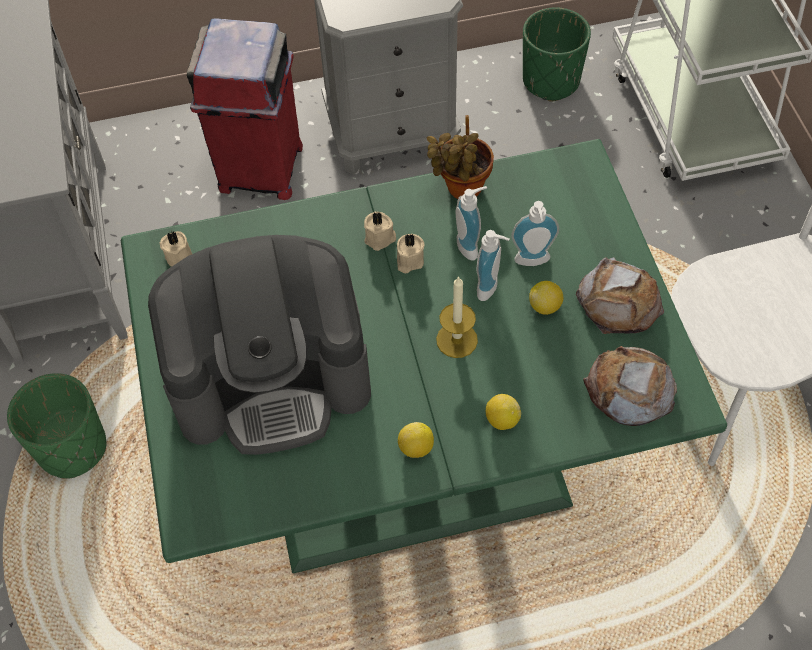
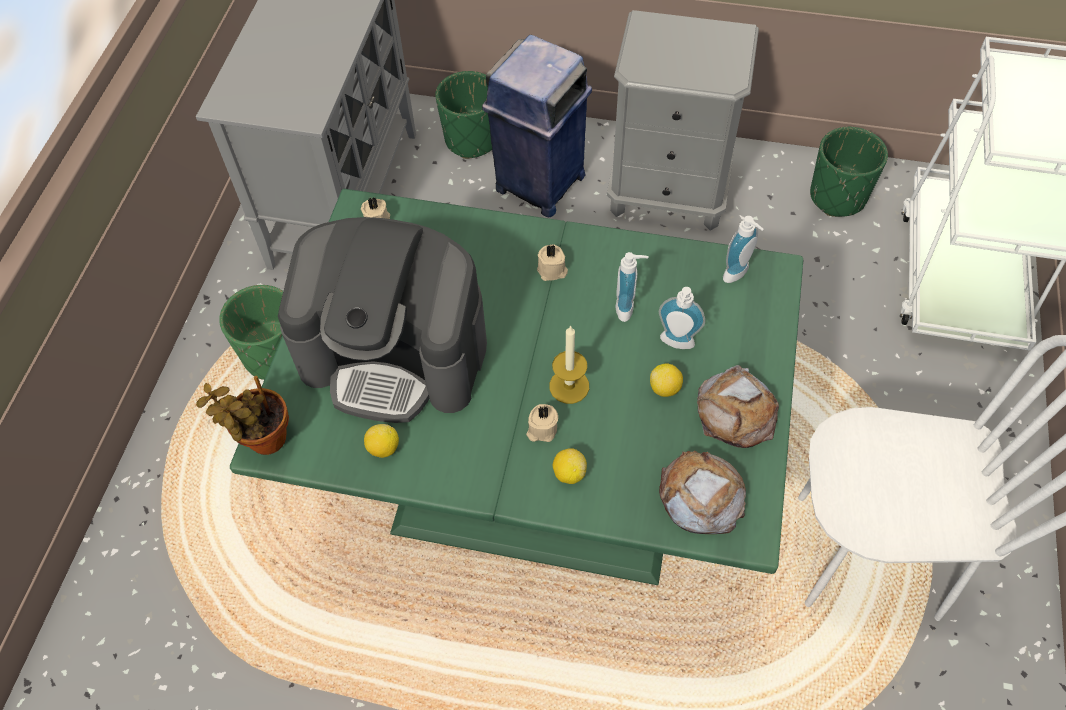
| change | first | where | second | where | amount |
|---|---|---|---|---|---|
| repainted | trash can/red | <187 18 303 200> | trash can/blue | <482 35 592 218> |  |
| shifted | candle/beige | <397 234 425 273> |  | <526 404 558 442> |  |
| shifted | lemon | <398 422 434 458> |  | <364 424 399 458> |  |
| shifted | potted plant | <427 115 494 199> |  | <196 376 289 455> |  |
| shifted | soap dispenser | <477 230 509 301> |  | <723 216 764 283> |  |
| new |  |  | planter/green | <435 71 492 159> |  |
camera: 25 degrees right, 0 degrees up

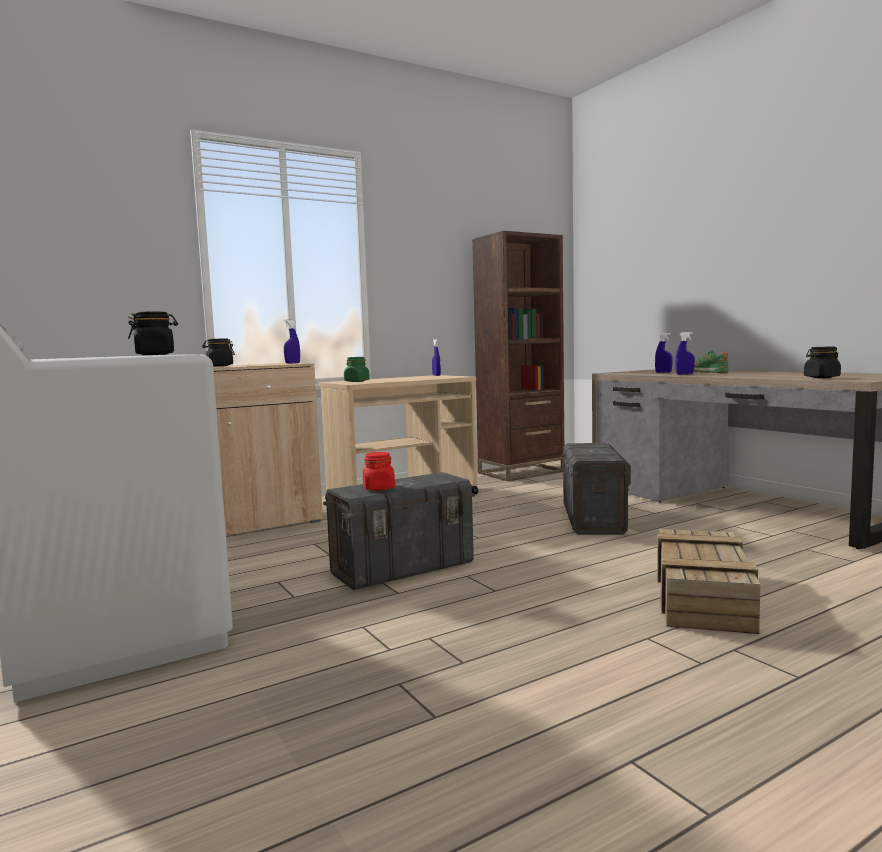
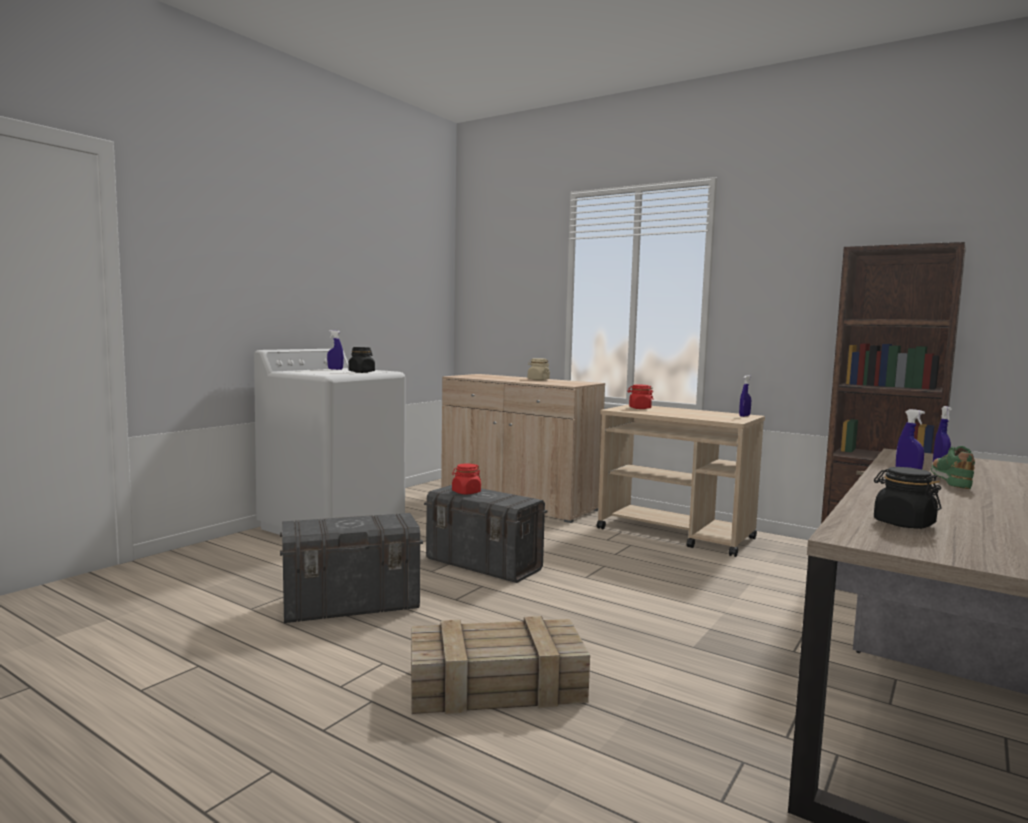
| change | first | where | second | where | amount |
|---|---|---|---|---|---|
| repainted | jar/black | <202 338 235 366> | jar/beige | <528 358 550 380> |  |
| shifted | spray bottle/blue | <284 320 300 364> |  | <327 330 344 370> |  |
| repainted | jar/green | <344 357 370 382> | jar/red | <627 384 654 409> |  |
| shifted | storage box/grey | <561 443 631 535> |  | <280 513 423 623> |  |
camera: 65 degrees right, 0 degrees up

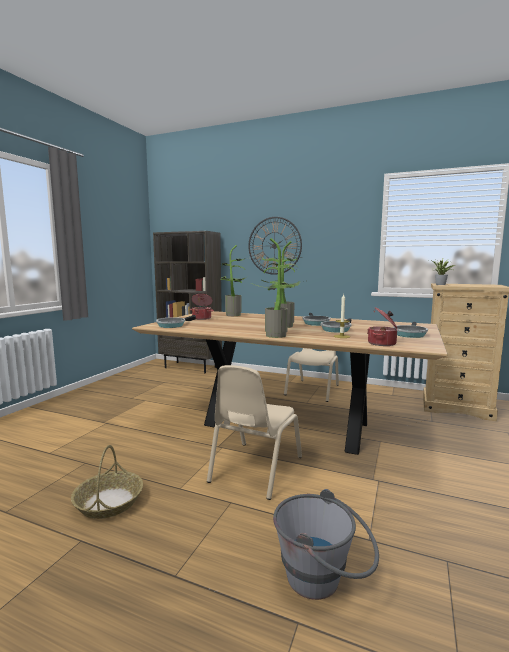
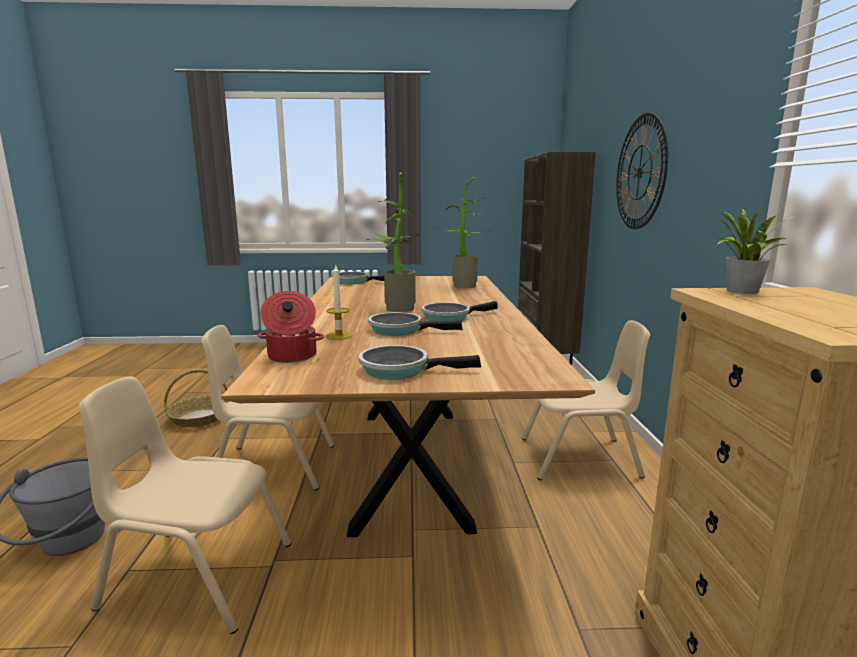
| change | first | where | second | where | amount |
|---|---|---|---|---|---|
| gone | cooking pot | <190 294 214 320> |  |  |  |
| gone | potted plant | <251 238 301 338> |  |  |  |
| new |  |  | chair/beige | <79 377 291 634> |  |
camera: 65 degrees right, 5 degrees up

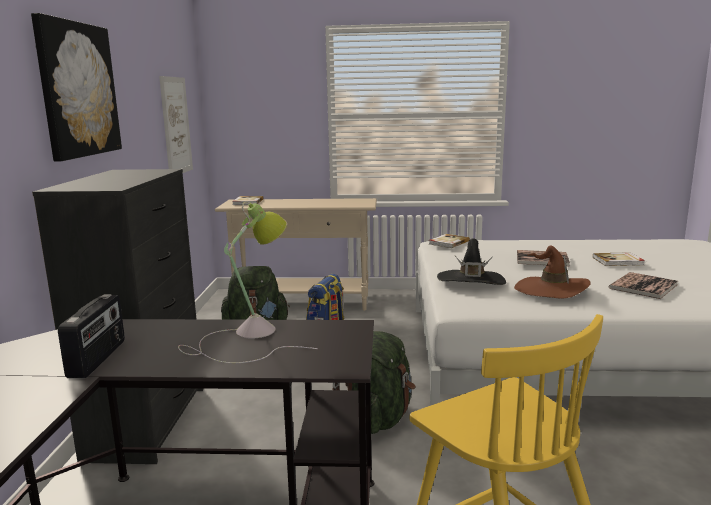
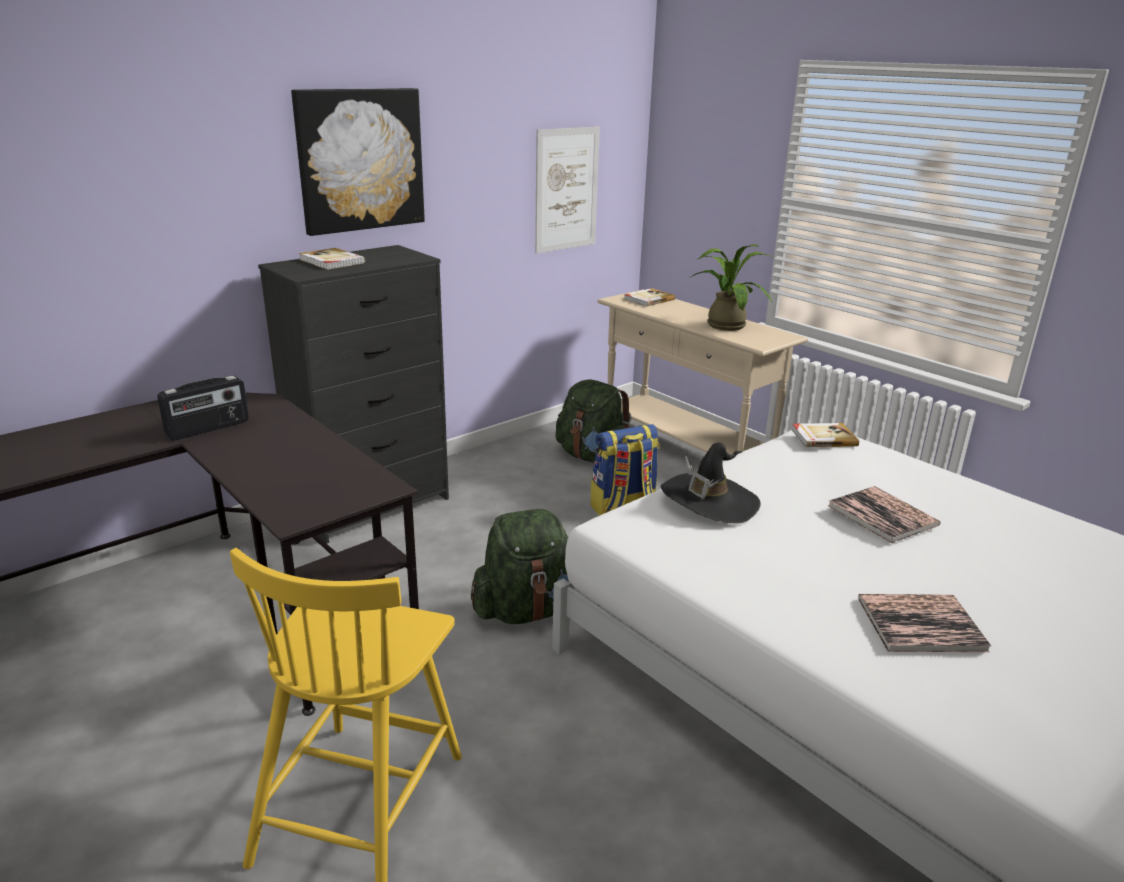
| change | first | where | second | where | amount |
|---|---|---|---|---|---|
| gone | table lamp | <178 201 318 363> |  |  |  |
| gone | hat/brown | <514 245 591 299> |  |  |  |
| shifted | book | <593 252 645 266> |  | <299 248 365 270> |  |
| new |  |  | potted plant | <689 244 775 331> |  |
camera: 45 degrees right, 10 degrees up

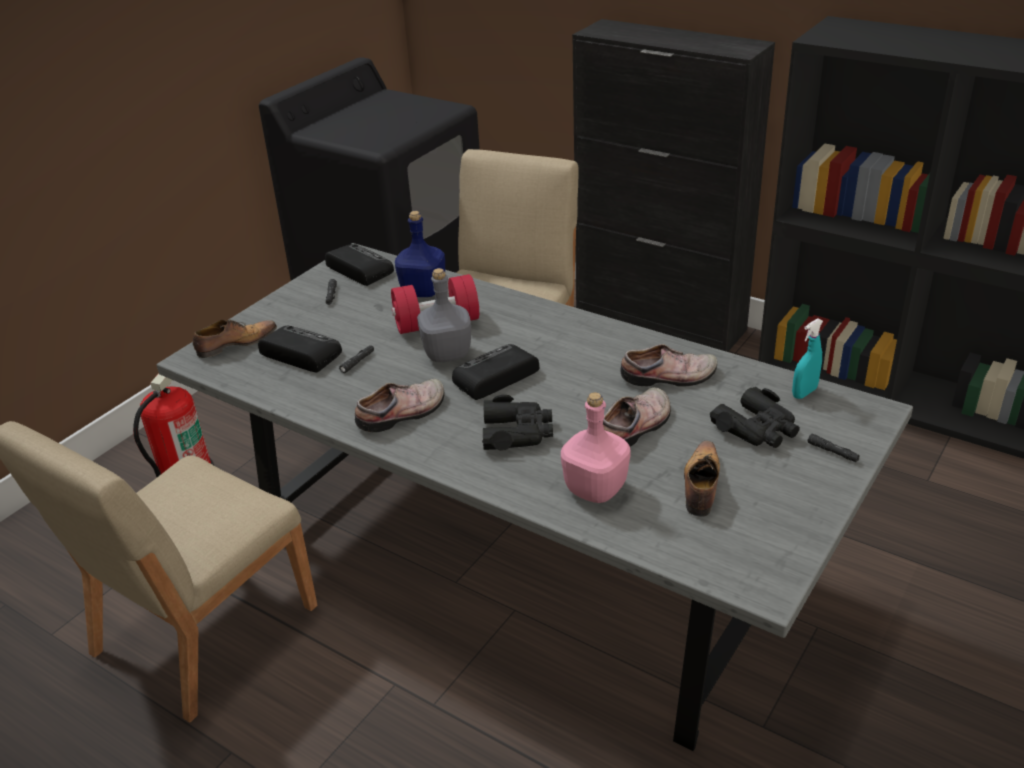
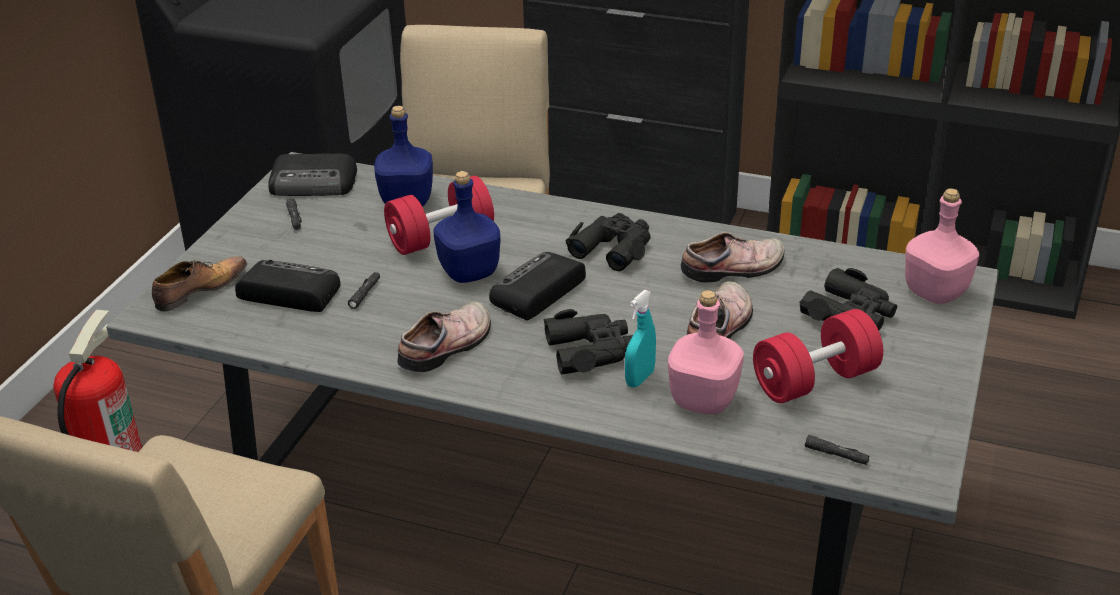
| change | first | where | second | where | amount |
|---|---|---|---|---|---|
| rotated | radio | <325 244 394 286> |  | <268 154 357 196> | 150 degrees clockwise |
| repainted | bottle/grey | <417 268 471 362> | bottle/blue | <433 171 501 283> |  |
| swapped | shoe | <684 441 720 517> | dumbbell/red | <753 309 883 403> |  |
| shifted | spray bottle/turquoise | <792 318 823 399> |  | <625 290 656 388> |  |
| shifted | flashlight/black | <807 434 860 462> |  | <805 435 870 465> |  |
| new |  |  | binoculars/black | <565 213 651 271> |  |
| new |  |  | bottle/pink | <905 188 979 304> |  |
camera: 15 degrees left, 0 degrees up

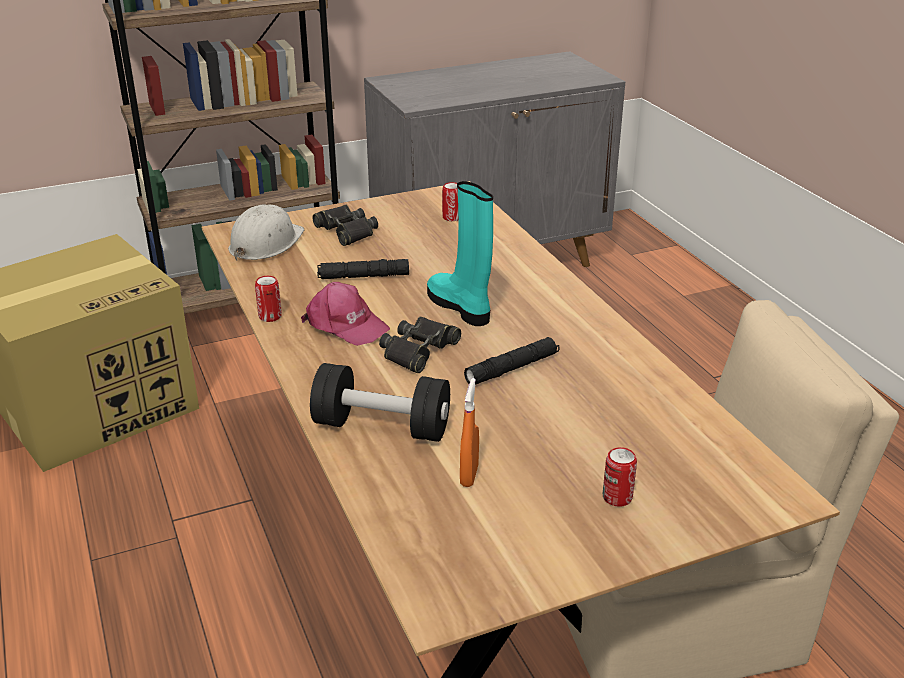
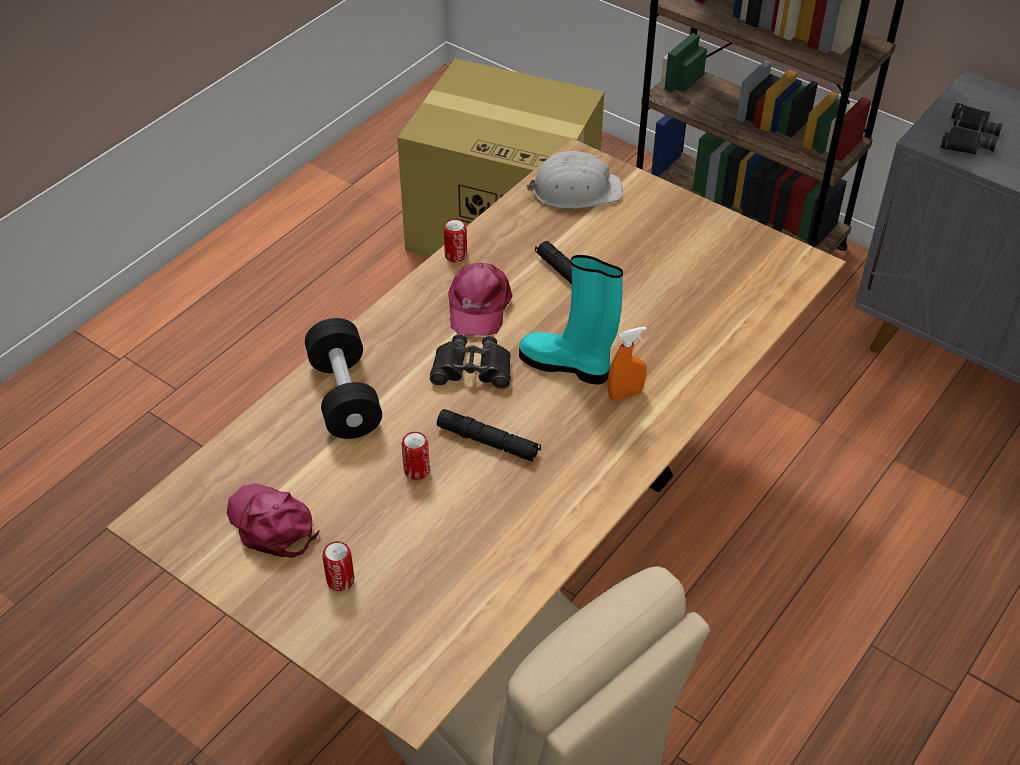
| change | first | where | second | where | amount |
|---|---|---|---|---|---|
| shifted | binoculars/black | <312 205 378 246> |  | <940 103 1003 155> |  |
| rotated | boot/turquoise | <427 181 493 326> |  | <519 255 623 385> | 90 degrees counterclockwise |
| shifted | can | <442 182 458 221> |  | <402 432 430 480> |  |
| shifted | spray bottle/orange | <460 378 479 487> |  | <608 326 647 400> |  |
| new |  |  | cap/pink | <227 483 319 558> |  |
camera: 60 degrees right, 15 degrees up

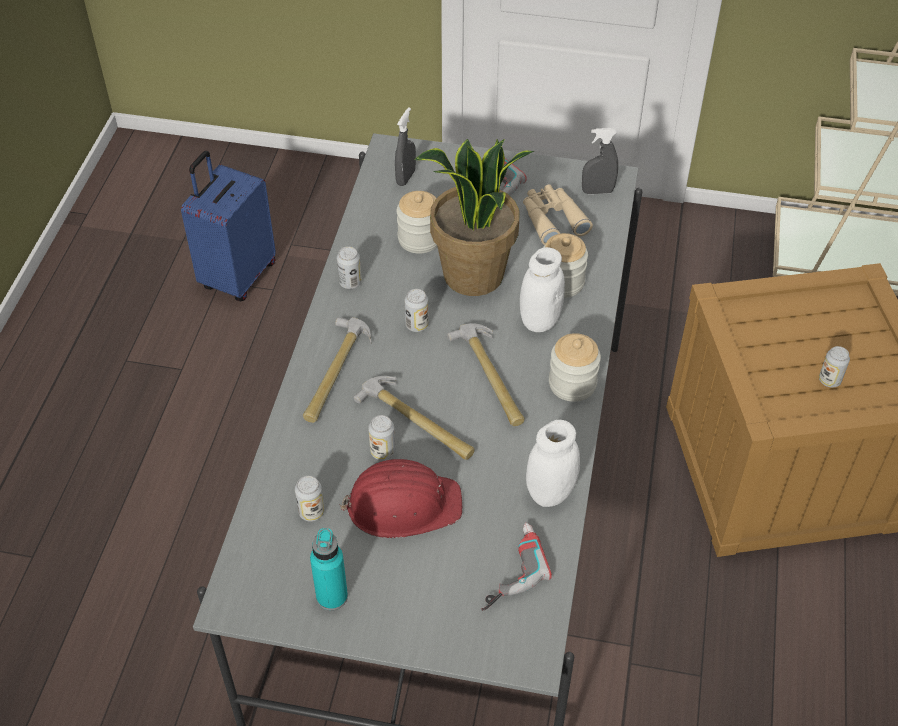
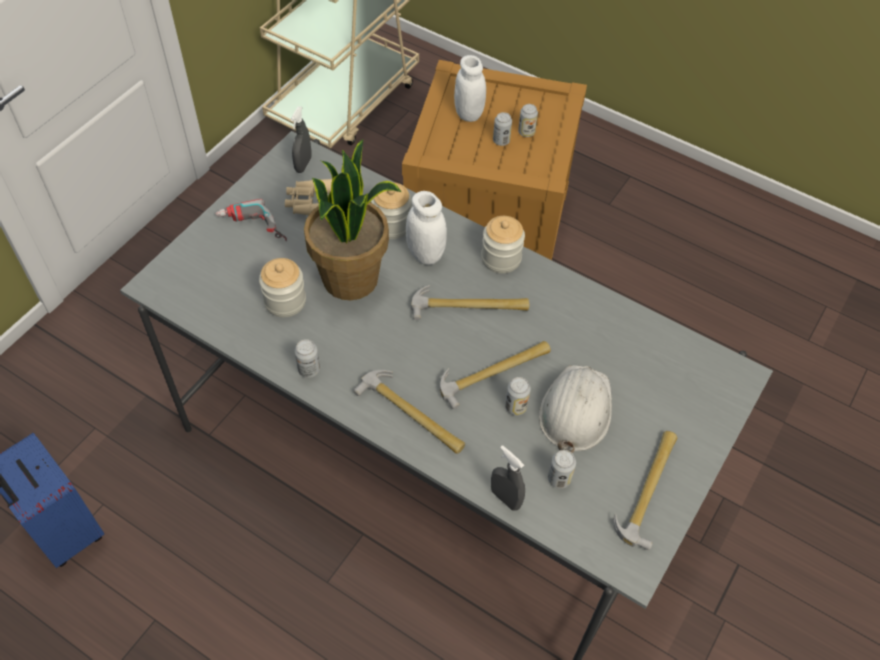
| change | first | where | second | where | amount |
|---|---|---|---|---|---|
| swapped | bottle/turquoise | <310 528 348 610> | hammer | <613 431 677 550> |  |
| repainted | hard hat/red | <339 459 462 538> | hard hat/white | <539 365 612 453> |  |
| shifted | spray bottle/grey | <395 107 416 186> |  | <491 445 525 511> |  |
| shifted | can | <405 289 429 332> |  | <493 112 512 146> |  |
| gone | power drill | <481 523 552 611> |  |  |  |
| shifted | jar/white | <526 420 580 507> |  | <454 55 486 122> |  |
camera: 70 degrees left, 5 degrees up

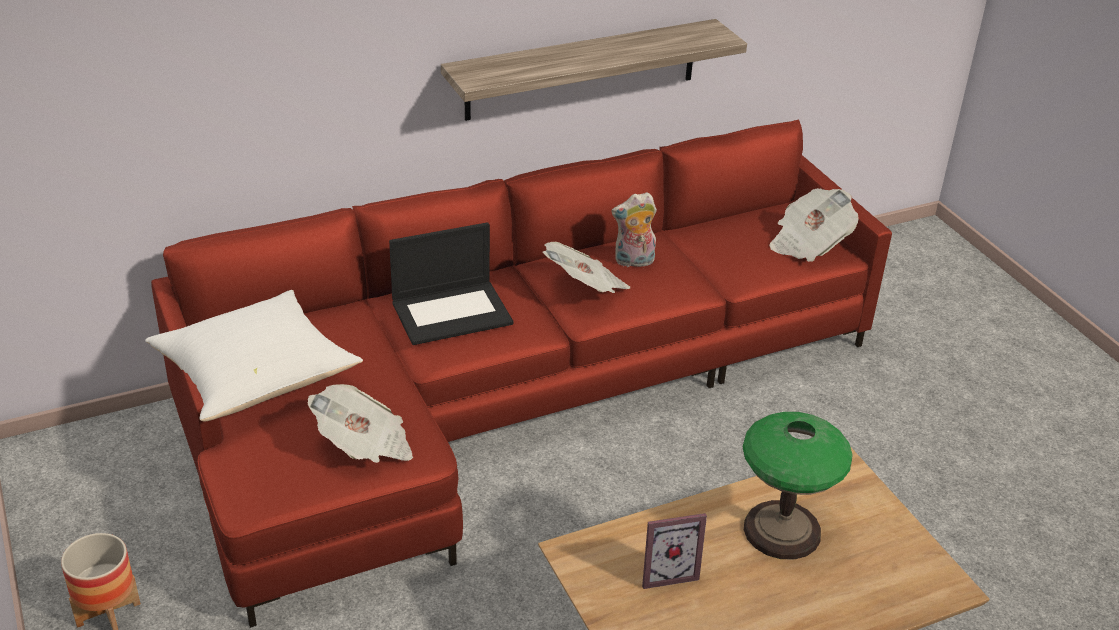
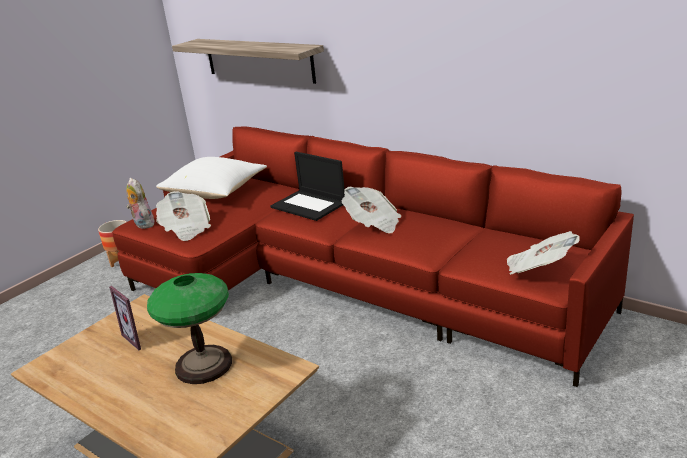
| change | first | where | second | where | amount |
|---|---|---|---|---|---|
| shifted | shelf | <441 19 747 121> |  | <172 39 324 84> |  |
| shifted | plush toy | <611 192 657 267> |  | <126 178 154 229> |  |
camera: 65 degrees right, 10 degrees down

